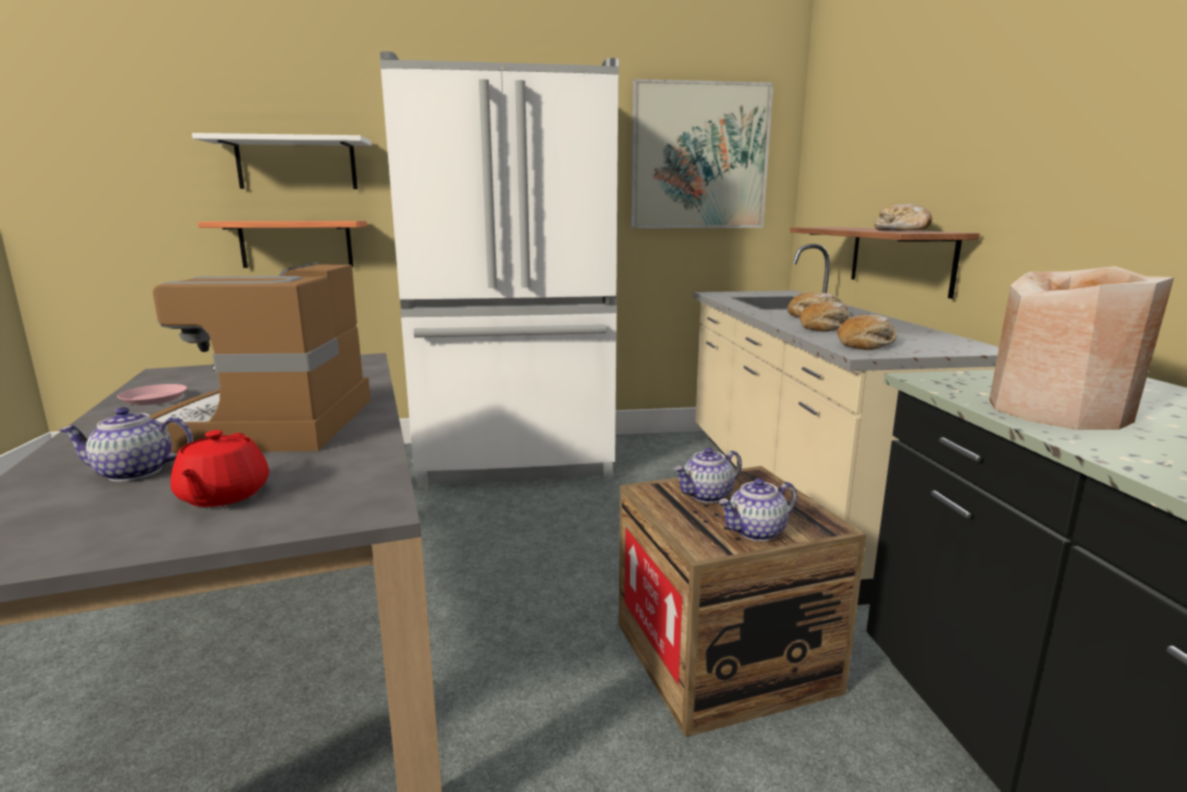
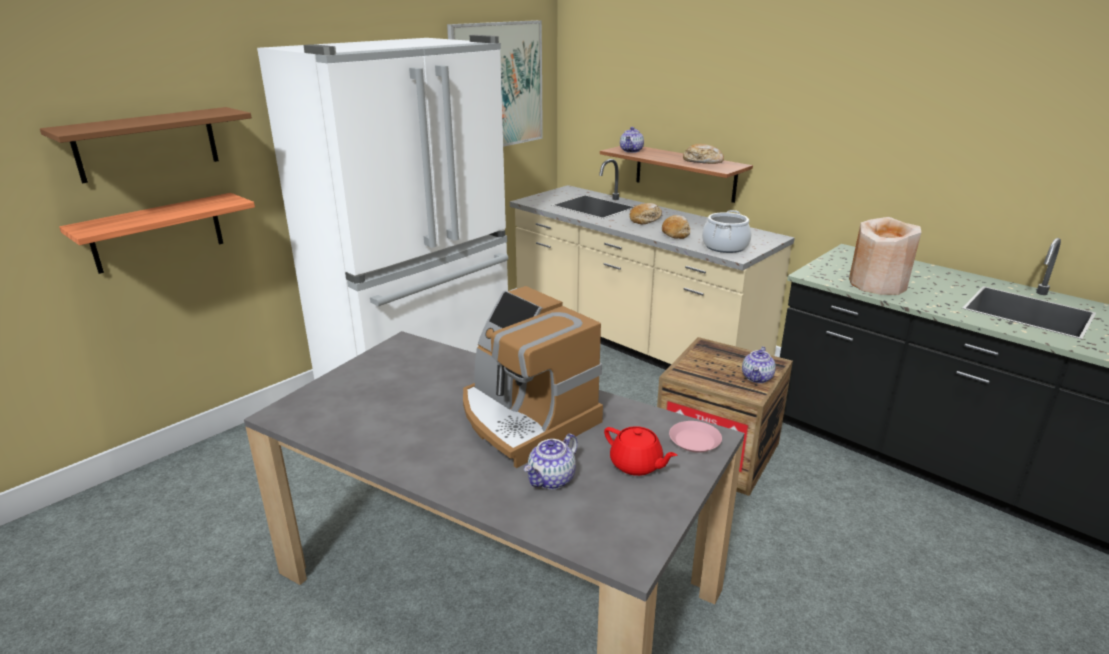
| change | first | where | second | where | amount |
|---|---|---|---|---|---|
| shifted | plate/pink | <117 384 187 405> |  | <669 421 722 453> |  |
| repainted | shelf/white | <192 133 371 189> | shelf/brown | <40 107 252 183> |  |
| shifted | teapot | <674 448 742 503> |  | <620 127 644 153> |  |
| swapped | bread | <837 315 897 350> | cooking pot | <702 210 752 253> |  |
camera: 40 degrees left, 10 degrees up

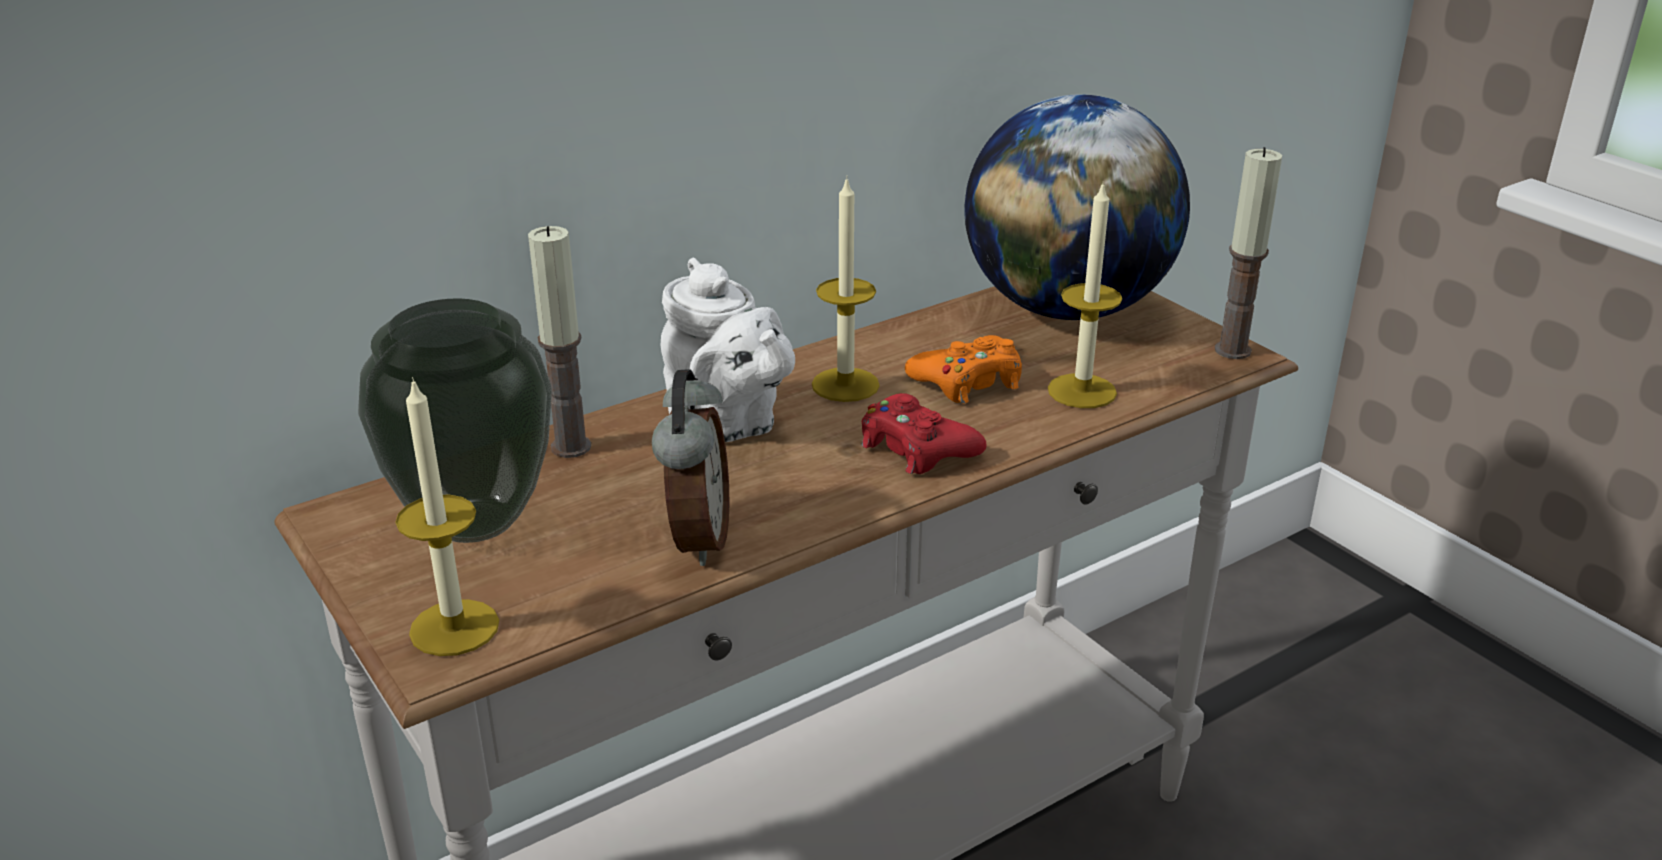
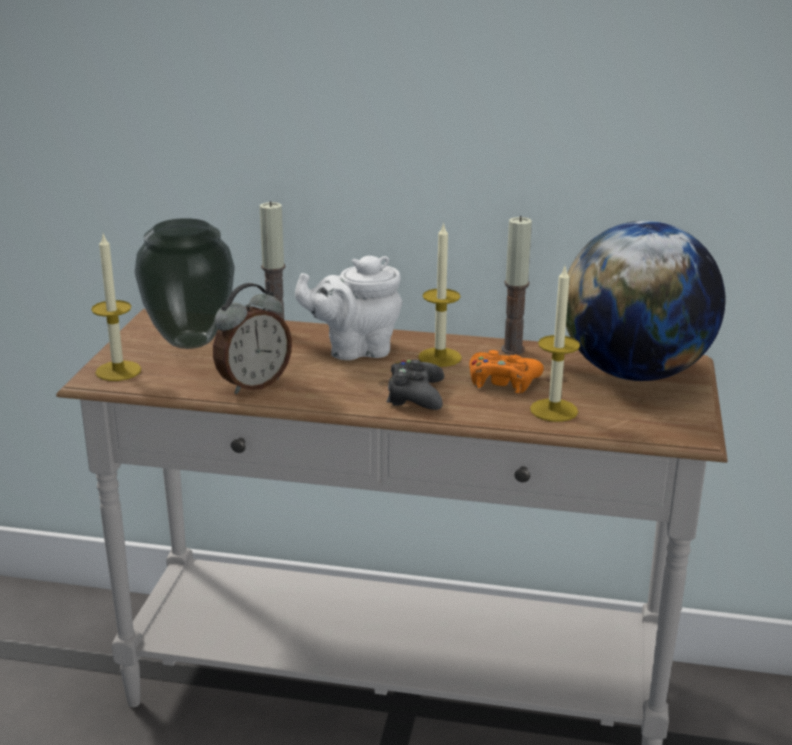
| change | first | where | second | where | amount |
|---|---|---|---|---|---|
| rotated | teapot/white | <661 258 795 442> |  | <295 255 402 360> | 75 degrees clockwise |
| repainted | game controller/red | <861 393 987 474> | game controller/black | <386 360 444 410> |  |
| shifted | candle | <1215 147 1282 359> |  | <501 216 532 355> |  |
camera: 45 degrees right, 5 degrees down

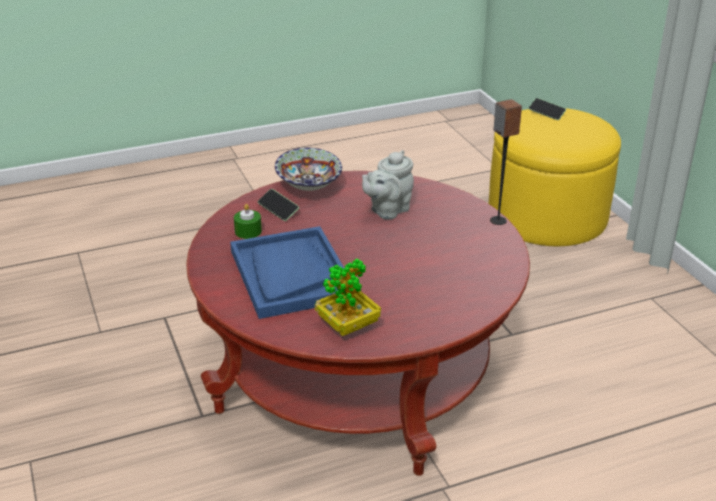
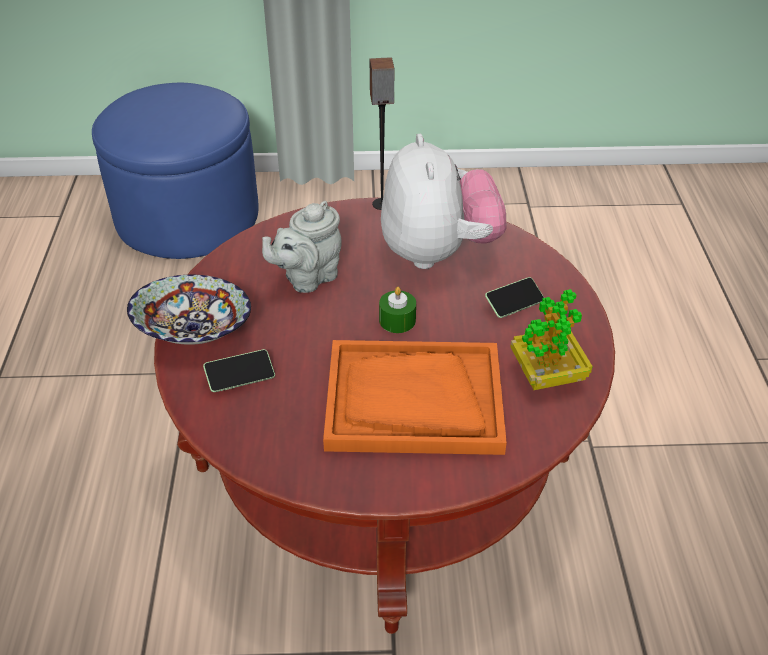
| change | first | where | second | where | amount |
|---|---|---|---|---|---|
| repainted | tray/blue | <230 226 344 319> | tray/orange | <323 340 507 455> |  |
| shifted | candle/green | <234 204 262 239> |  | <379 287 416 333> |  |
| rotated | teapot/grey | <362 150 414 219> |  | <262 201 342 293> | 75 degrees clockwise |
| repainted | ottoman/yellow | <489 108 621 246> | ottoman/blue | <92 83 259 259> |  |
| shifted | phone | <528 98 566 120> |  | <485 277 544 318> |  |
| new |  |  | plush toy | <381 134 506 269> |  |
camera: 70 degrees left, 10 degrees up

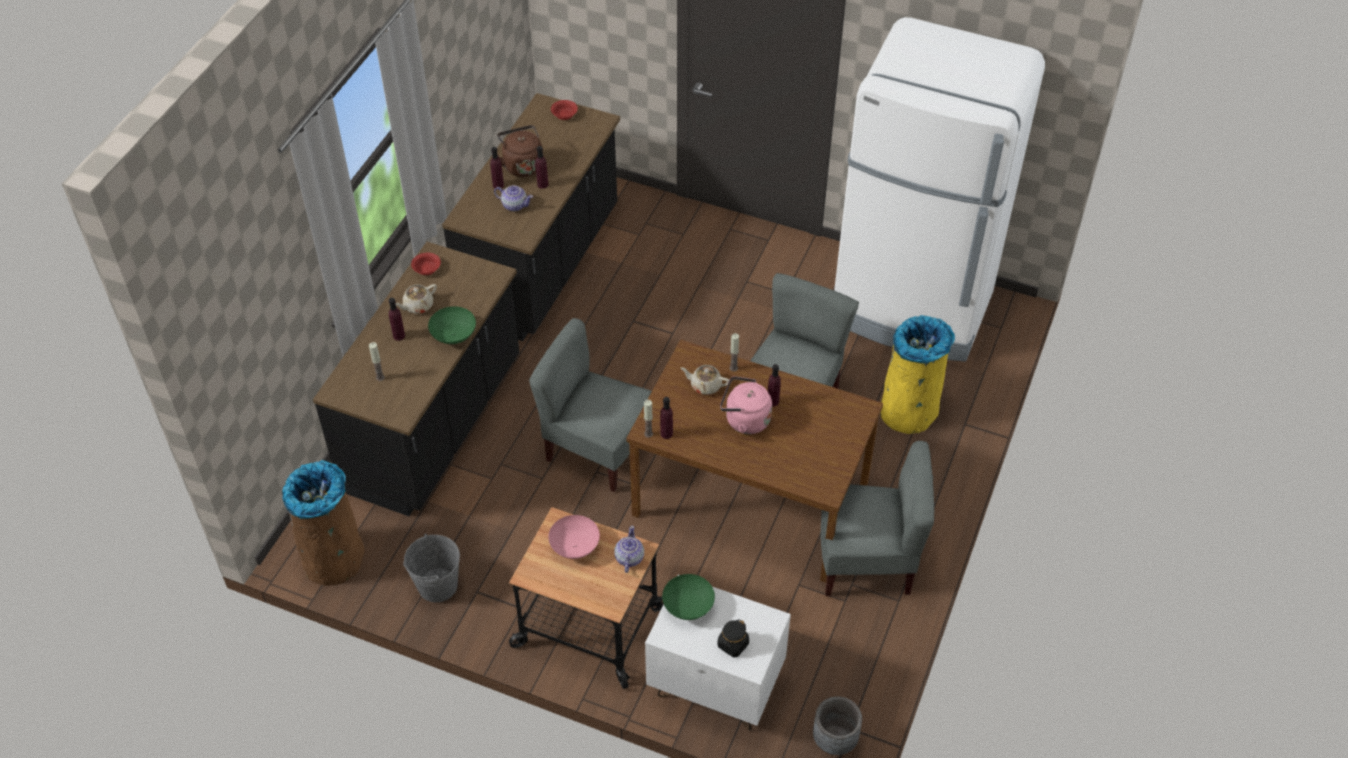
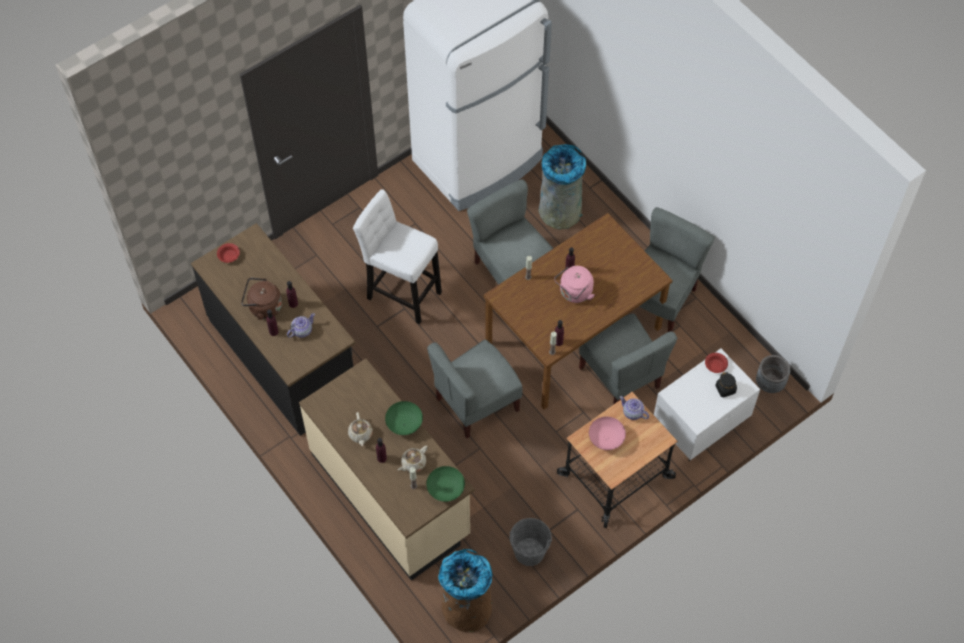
| change | first | where | second | where | amount |
|---|---|---|---|---|---|
| repainted | counter/black | <313 242 520 516> | counter/beige | <299 359 475 581> |  |
| shifted | bowl/red | <411 253 441 275> |  | <705 353 728 373> |  |
| shifted | bowl/green | <662 574 715 620> |  | <426 466 465 502> |  |
| shifted | teapot/beige | <681 365 729 395> |  | <398 446 428 472> |  |
| repainted | trash can/yellow | <880 315 955 434> | trash can/grey | <539 144 586 229> |  |
| new |  |  | stool/white | <353 189 442 324> |  |
| new |  |  | chair/grey | <579 314 677 405> |  |
camera: 60 degrees left, 10 degrees up

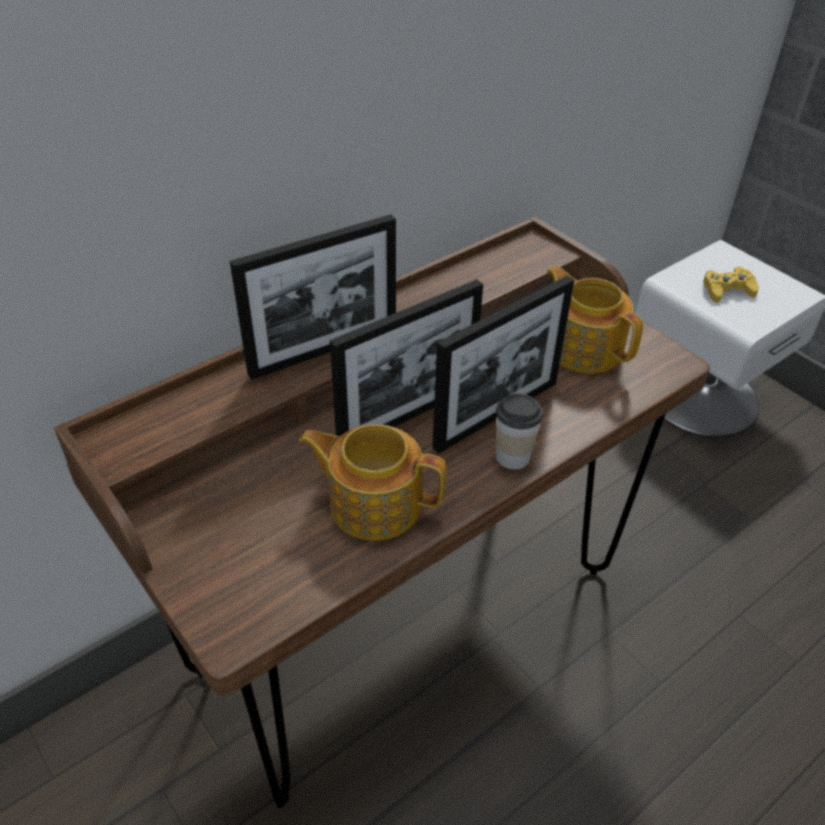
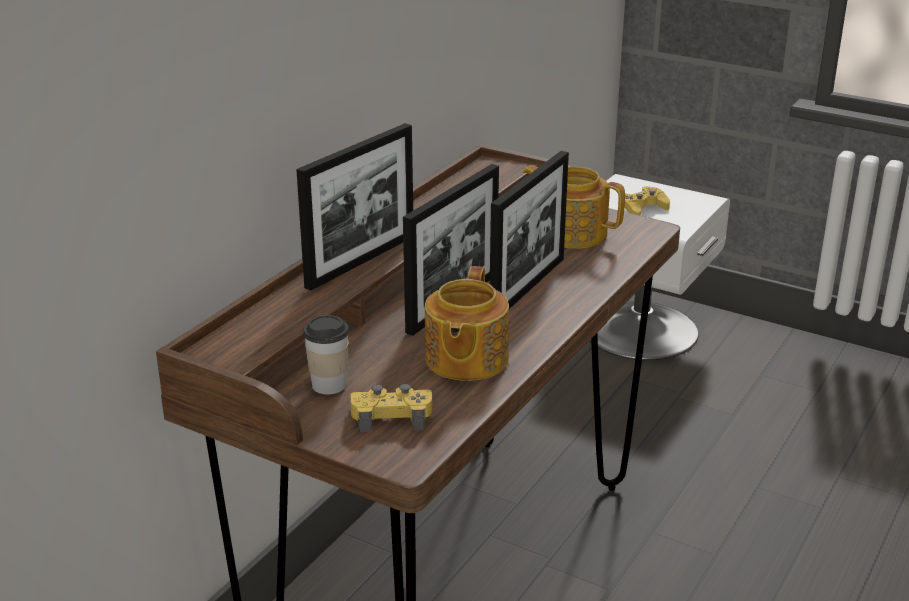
| change | first | where | second | where | amount |
|---|---|---|---|---|---|
| rotated | teapot | <299 424 446 541> |  | <425 266 509 381> | 75 degrees counterclockwise |
| shifted | cup | <496 394 543 469> |  | <303 315 349 394> |  |
| new |  |  | game controller/yellow | <350 384 432 432> |  |
camera: 20 degrees left, 15 degrees down

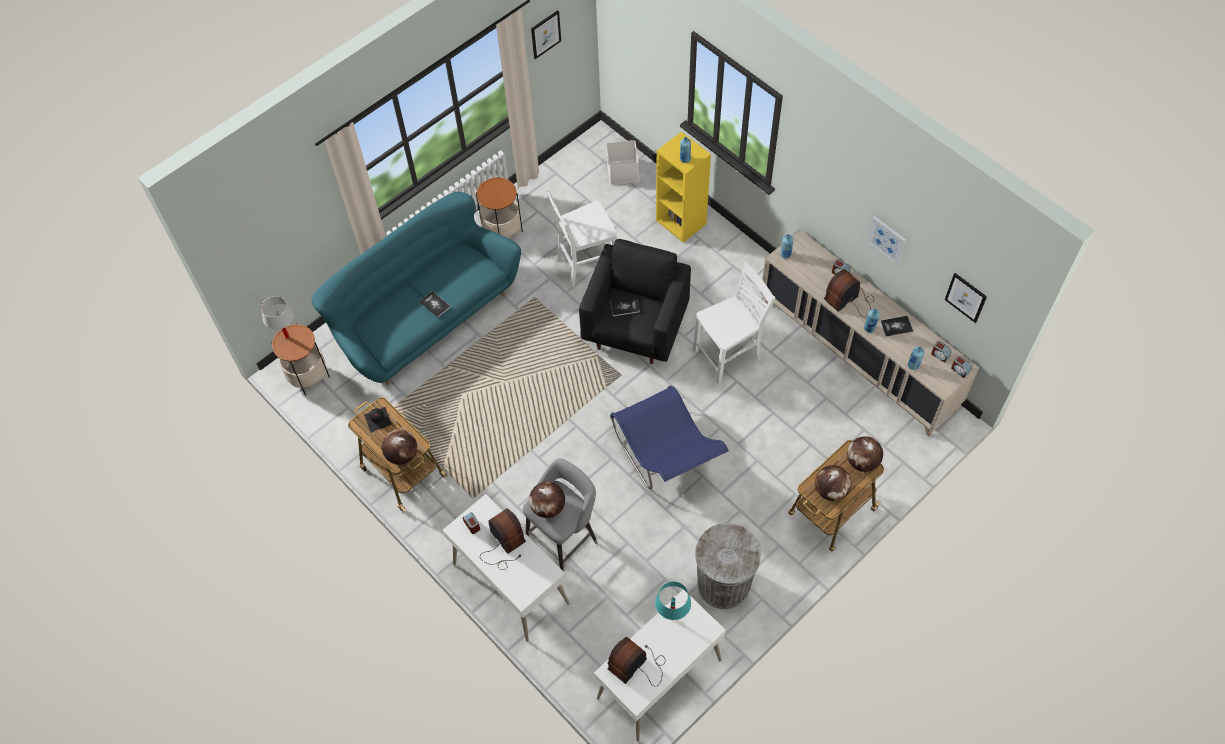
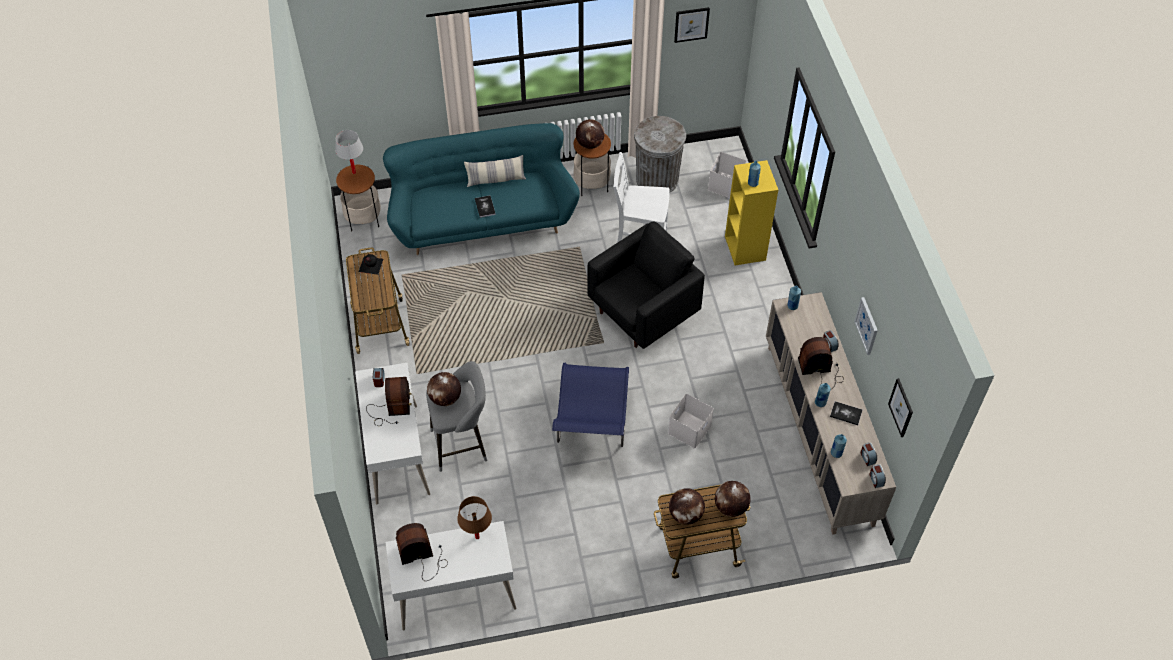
| change | first | where | second | where | amount |
|---|---|---|---|---|---|
| shifted | globe | <382 429 417 465> |  | <576 119 605 149> |  |
| gone | book | <610 297 640 317> |  |  |  |
| repainted | table lamp/turquoise | <655 581 691 620> | table lamp/brown | <457 496 492 539> |  |
| gone | chair/white | <693 262 775 384> |  |  |  |
| shifted | trash can/grey | <695 523 761 609> |  | <634 116 686 193> |  |
| new |  |  | pillow | <464 155 526 187> |  |
| new |  |  | storage box/white | <668 394 714 449> |  |
camera: 30 degrees right, 5 degrees down

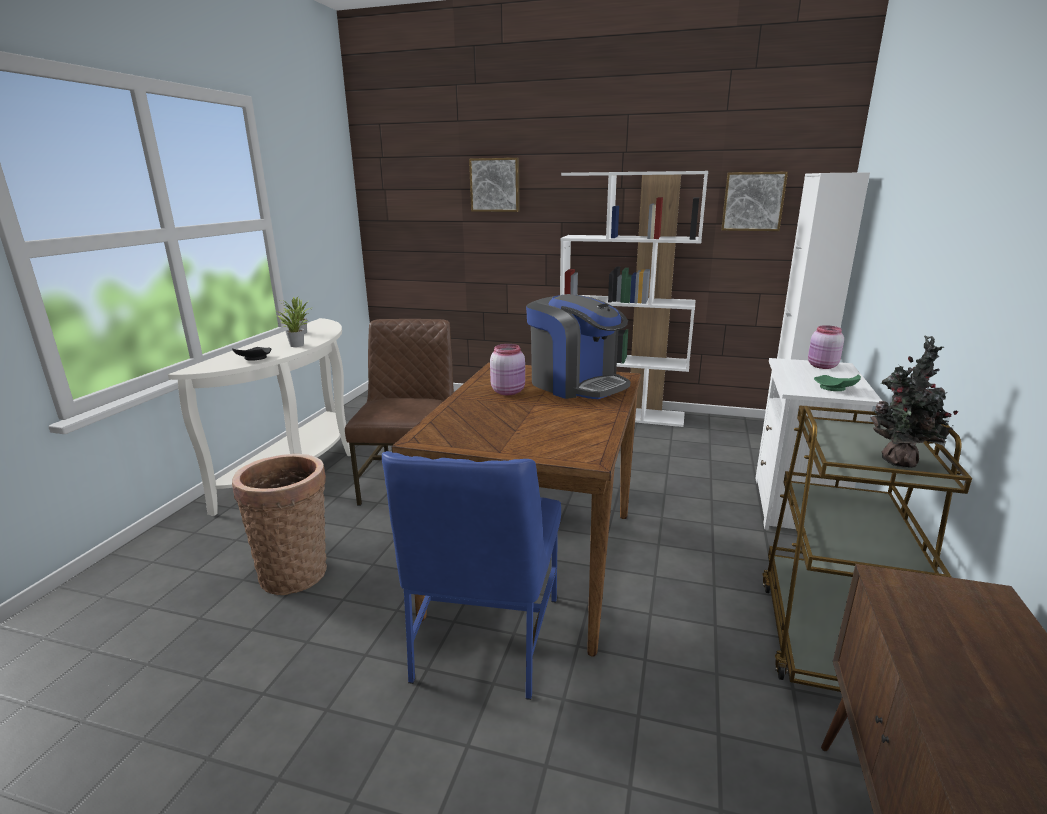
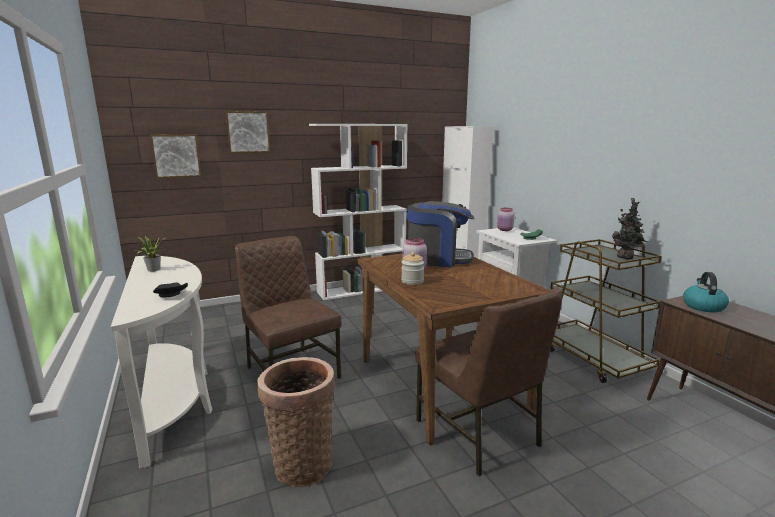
| change | first | where | second | where | amount |
|---|---|---|---|---|---|
| gone | potted plant | <277 306 310 347> |  |  |  |
| repainted | chair/blue | <382 451 561 700> | chair/brown | <415 288 562 476> |  |
| shifted | picture | <721 172 788 231> |  | <150 135 201 178> |  |
| new |  |  | jar | <401 252 424 285> |  |
| new |  |  | kettle | <683 272 729 312> |  |
camera: 40 degrees left, 5 degrees down

